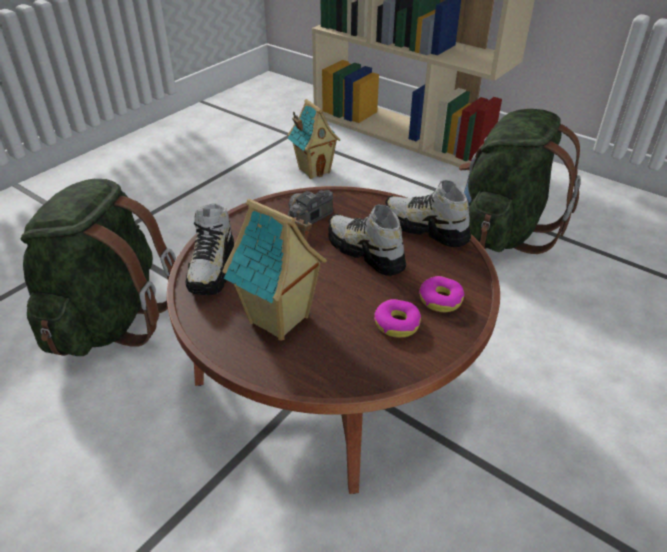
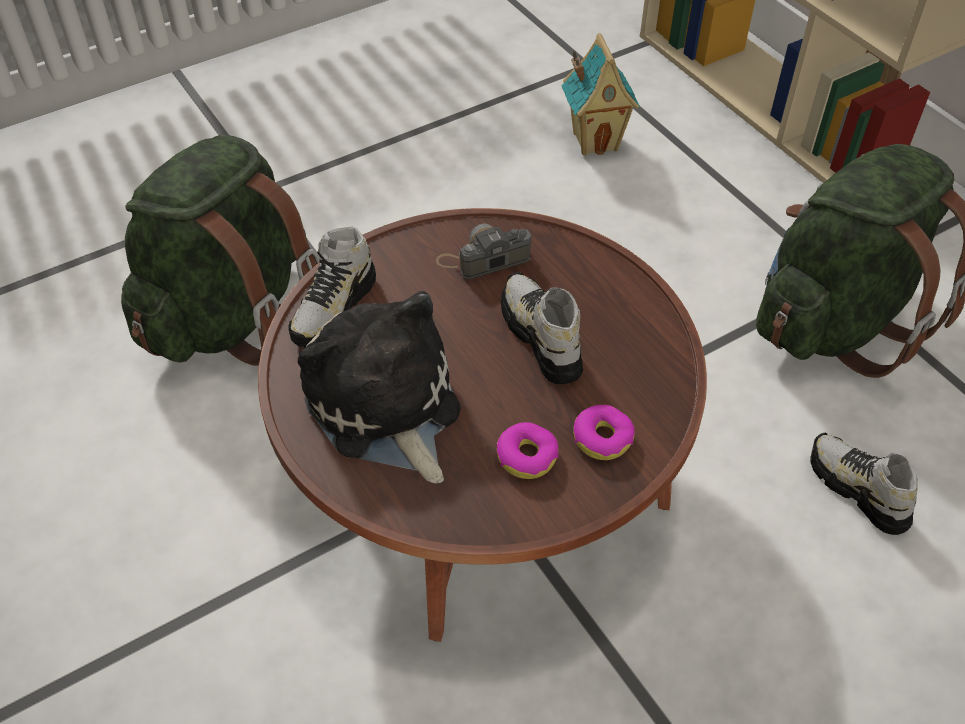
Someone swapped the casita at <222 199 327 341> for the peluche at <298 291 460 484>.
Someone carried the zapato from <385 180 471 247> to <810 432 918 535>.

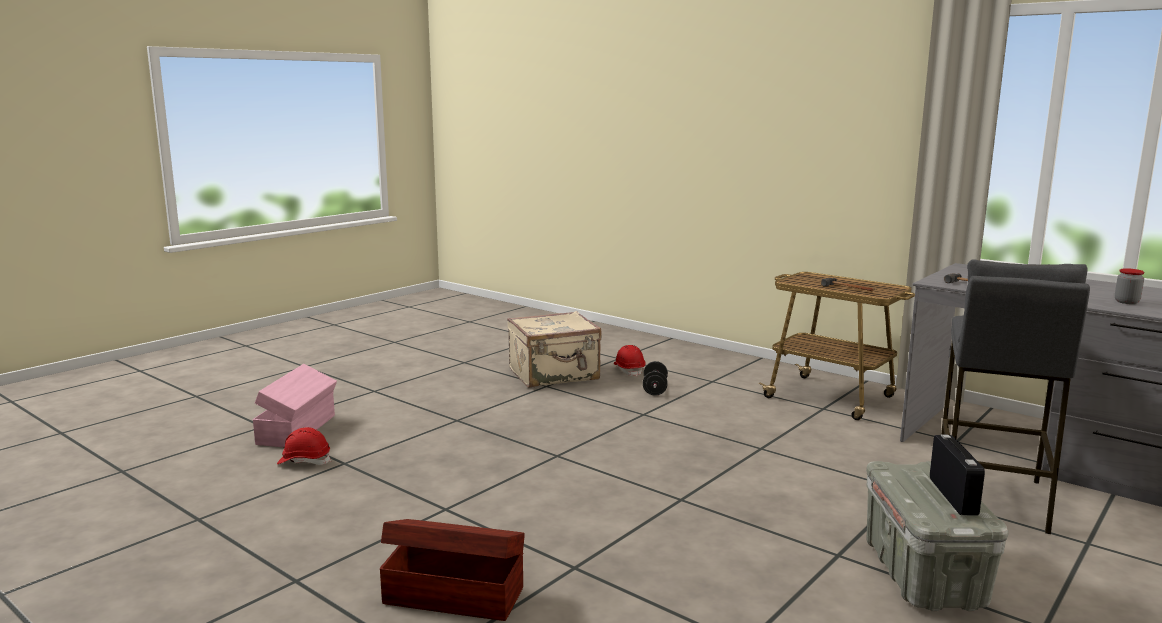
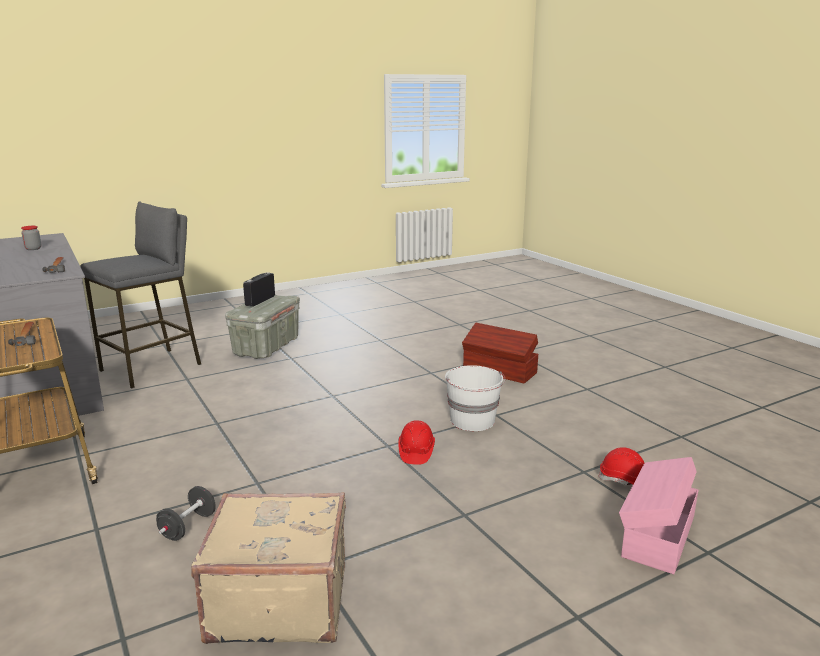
Someone carried the casco/rojo from <614 345 646 377> to <398 420 435 465>.
Someone put down the cubo/blanco at <445 365 505 431>.

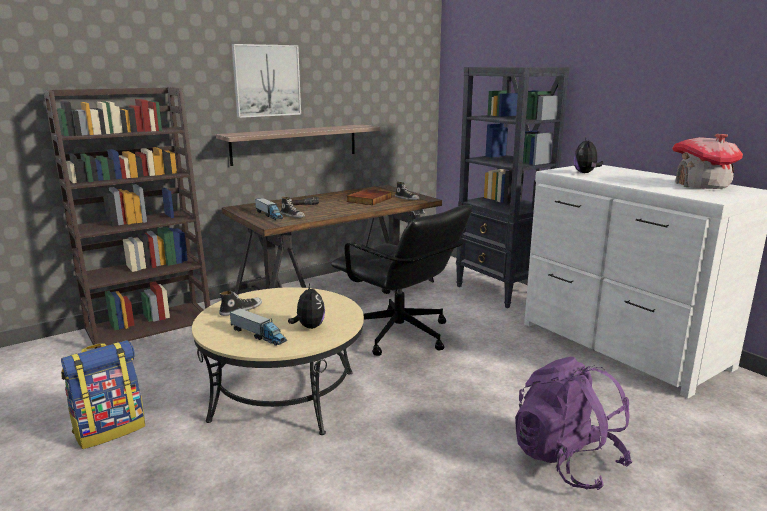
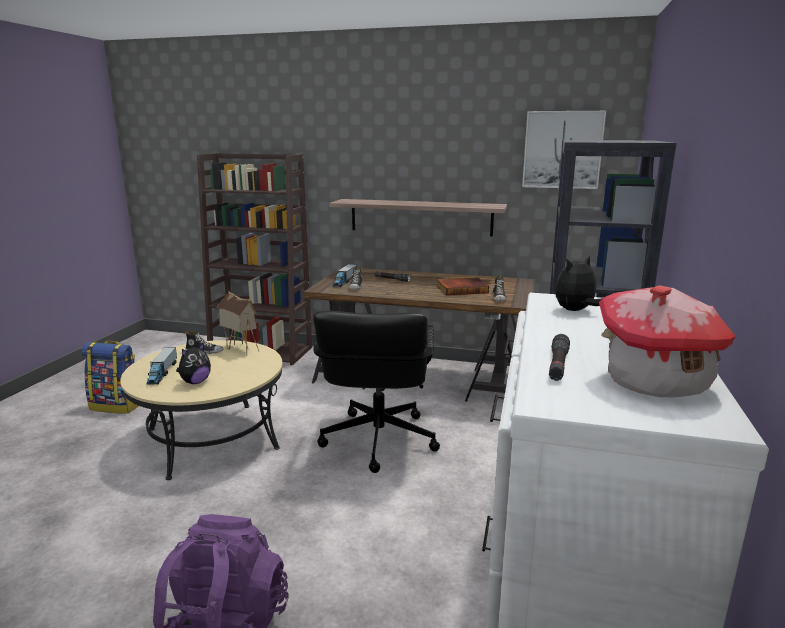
Someone put down the casita at <216 291 259 356>.
Someone carried the cuadro from <232 44 301 118> to <522 111 606 189>.
Someone put down the linterna/negro at <549 334 570 381>.

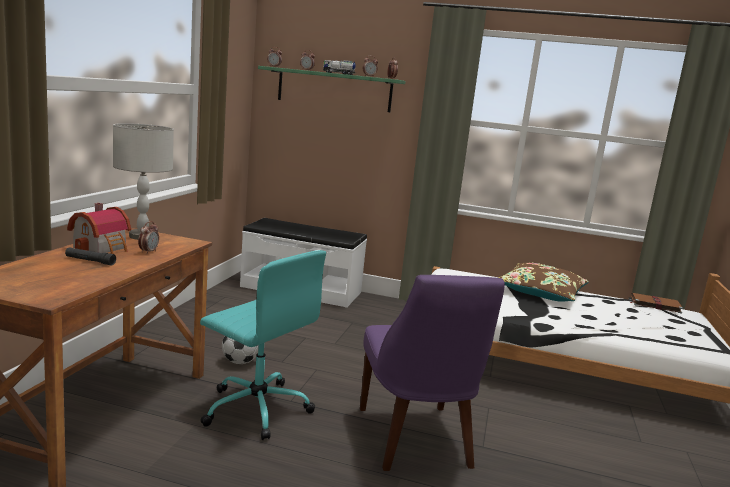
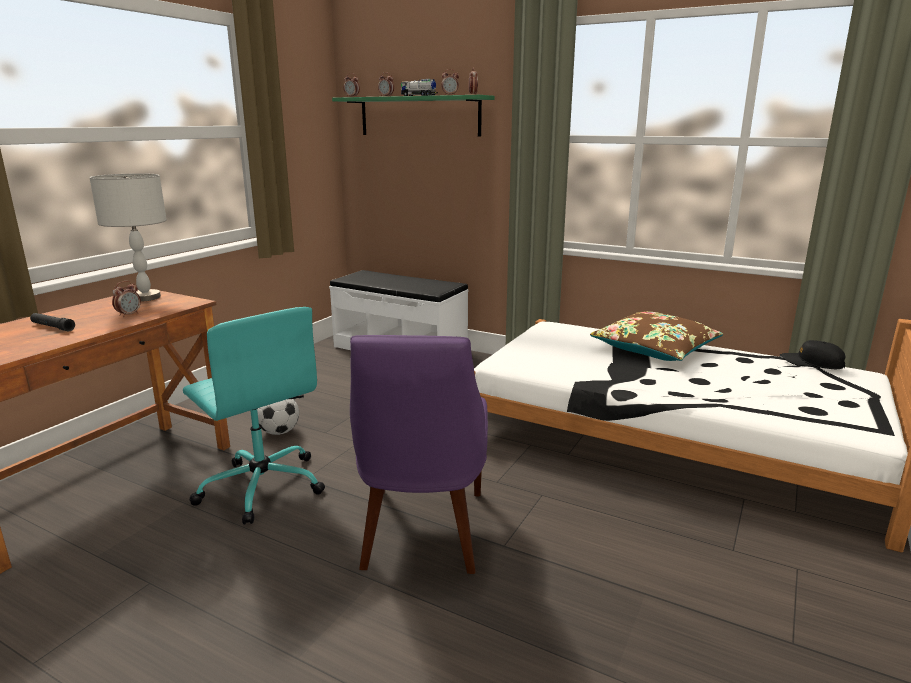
Someone swapped the libro/marrón at <630 293 683 314> for the gorra/negro at <782 340 845 369>.
Someone took away the casita at <67 203 131 254>.

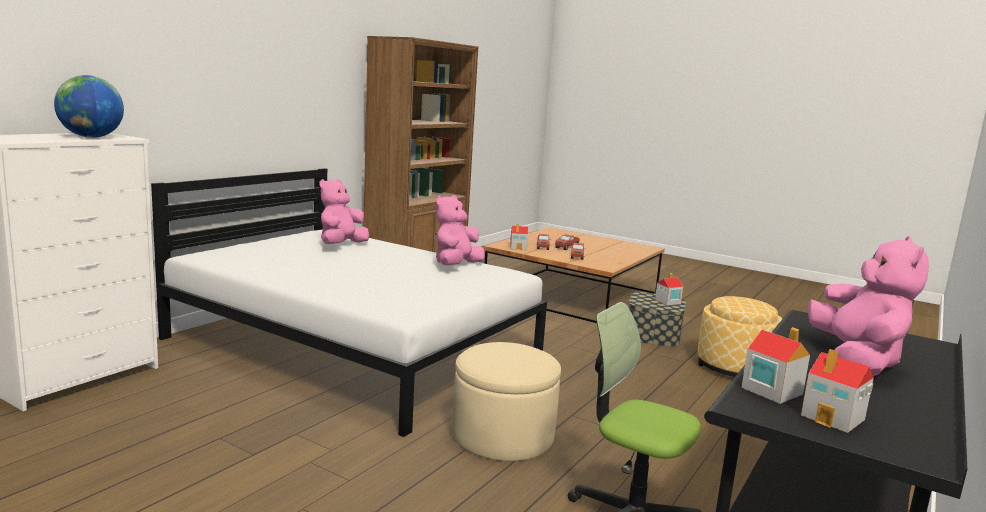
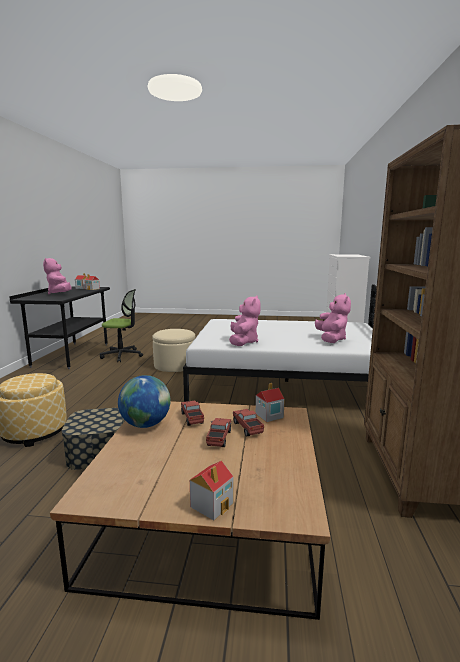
Someone carried the globo terráqueo from <54 75 124 138> to <118 375 171 428>.
Someone carried the casita from <655 273 683 305> to <190 460 234 520>.

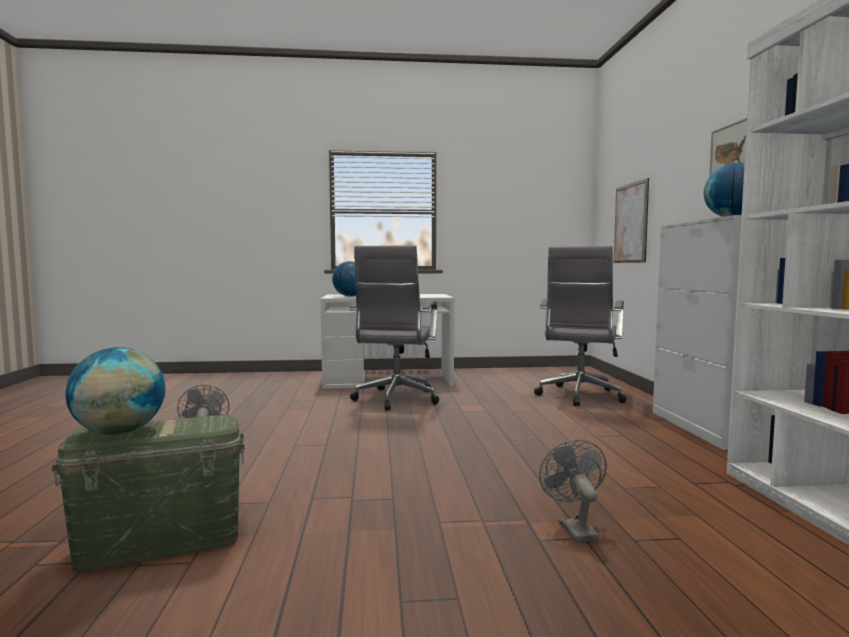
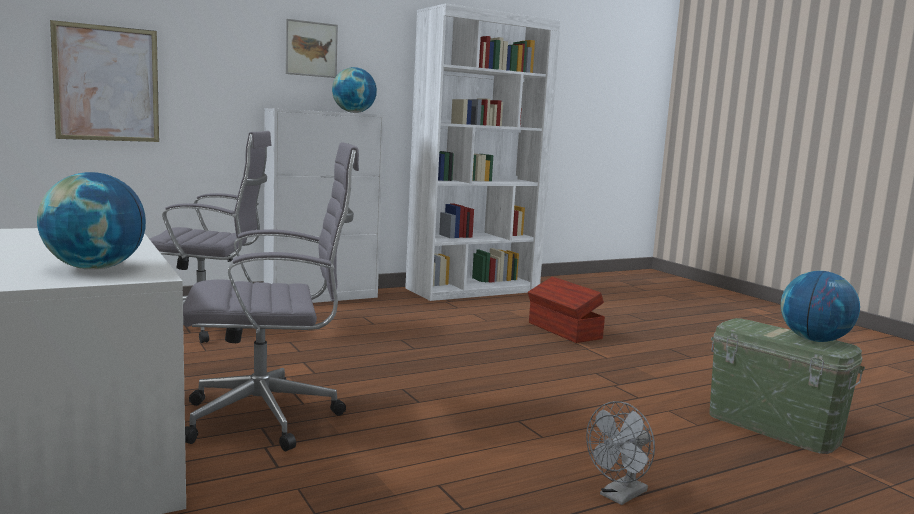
Someone swapped the ventilador/gris at <539 440 607 542> for the caja de almacenaje/marrón at <528 277 605 343>.

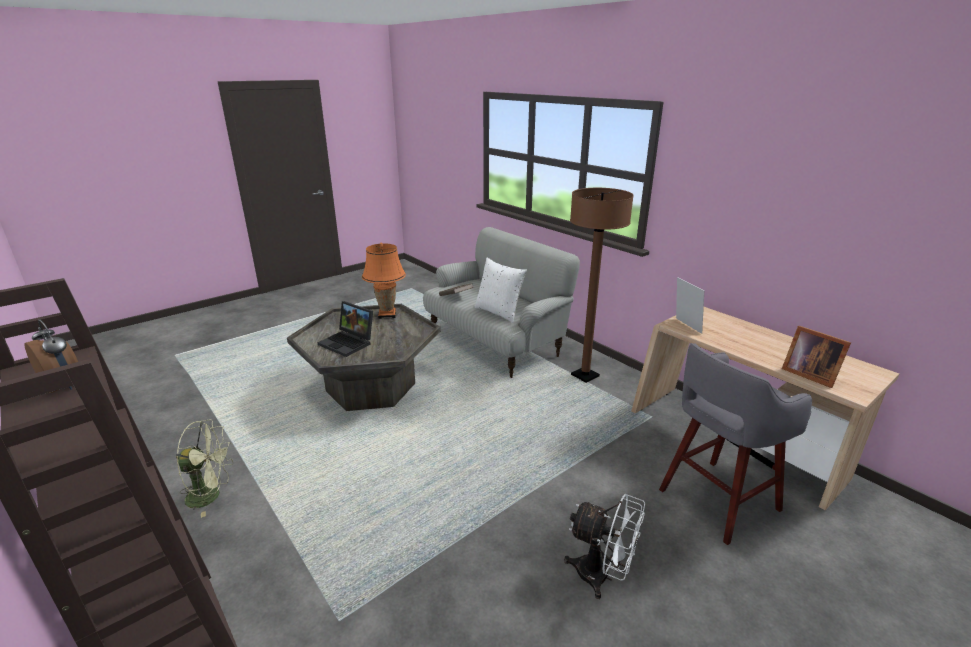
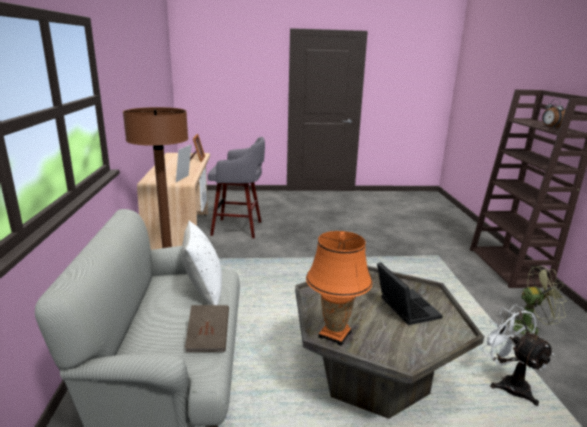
Someone carried the ventilador/blanco from <564 493 645 599> to <481 305 554 406>.
Someone rotated the ventilador/verde at <176 420 233 518> by 150 degrees clockwise.

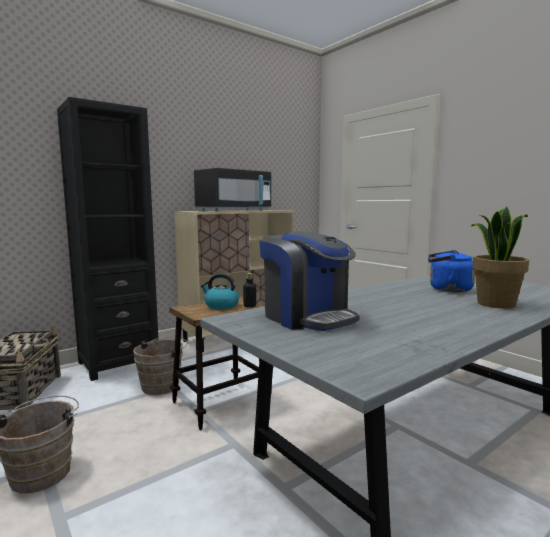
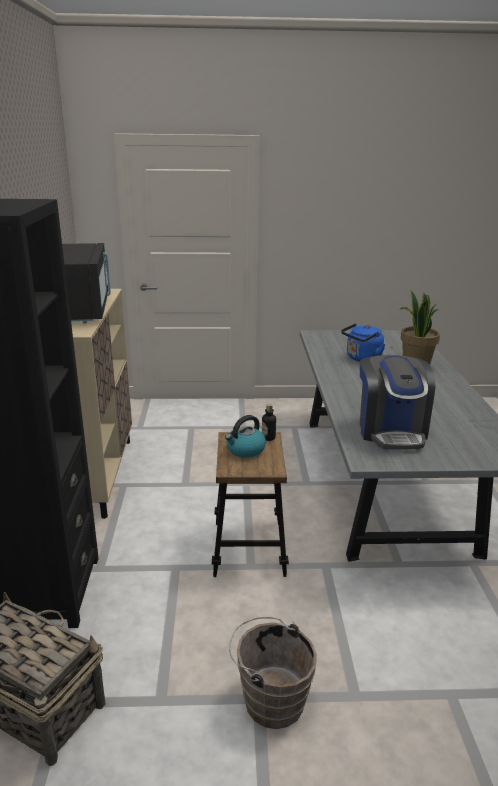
Someone rotated the cafetera at <259 231 360 331> by 90 degrees clockwise.
Someone took away the cubo/marrón at <133 337 187 395>.

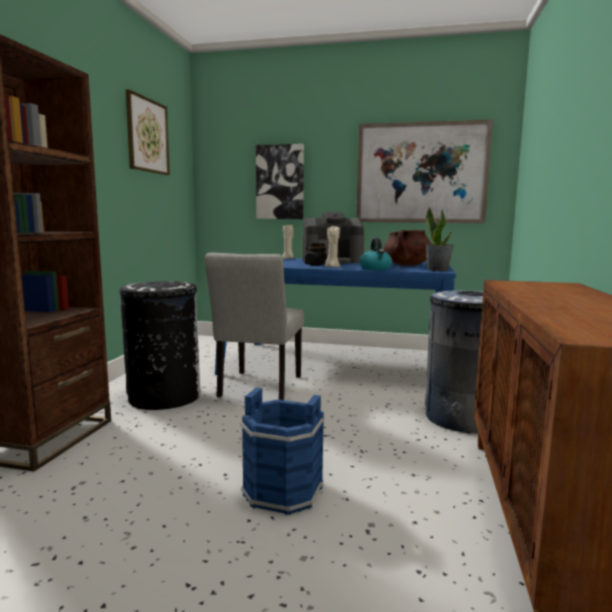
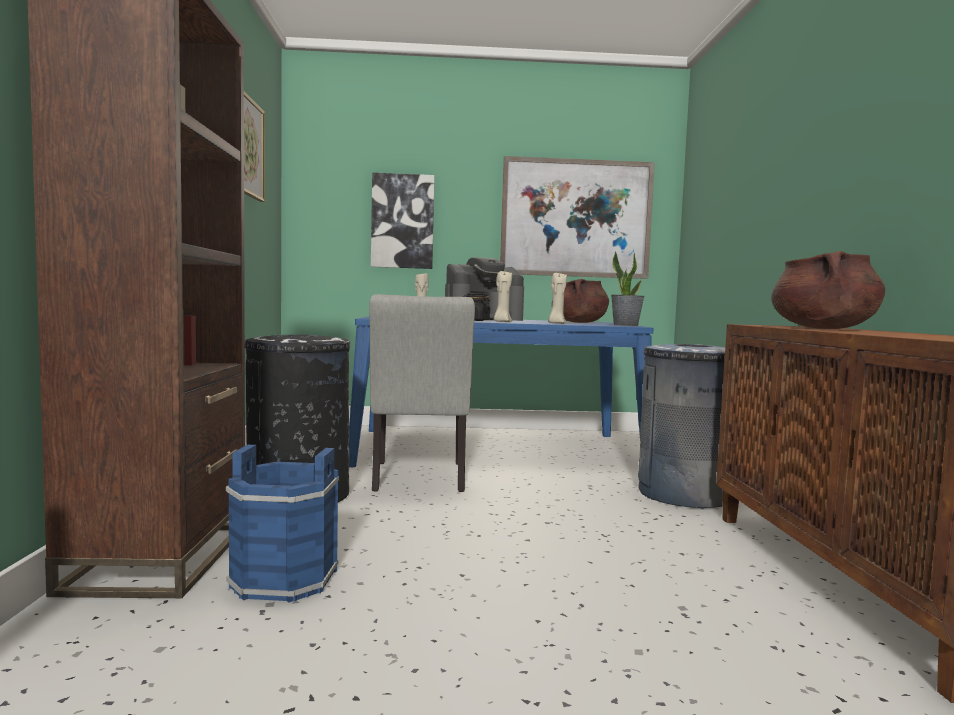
Someone carried the cubo/azul from <240 388 324 515> to <226 445 339 603>.
Someone swapped the hervidor at <359 238 392 270> for the vela/beis at <548 271 567 324>.
Someone put down the olla/marrón at <771 251 885 329>.

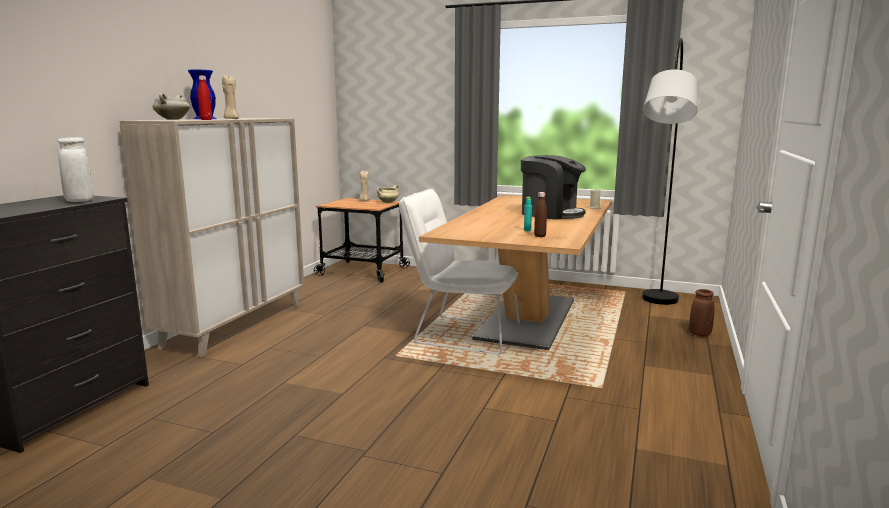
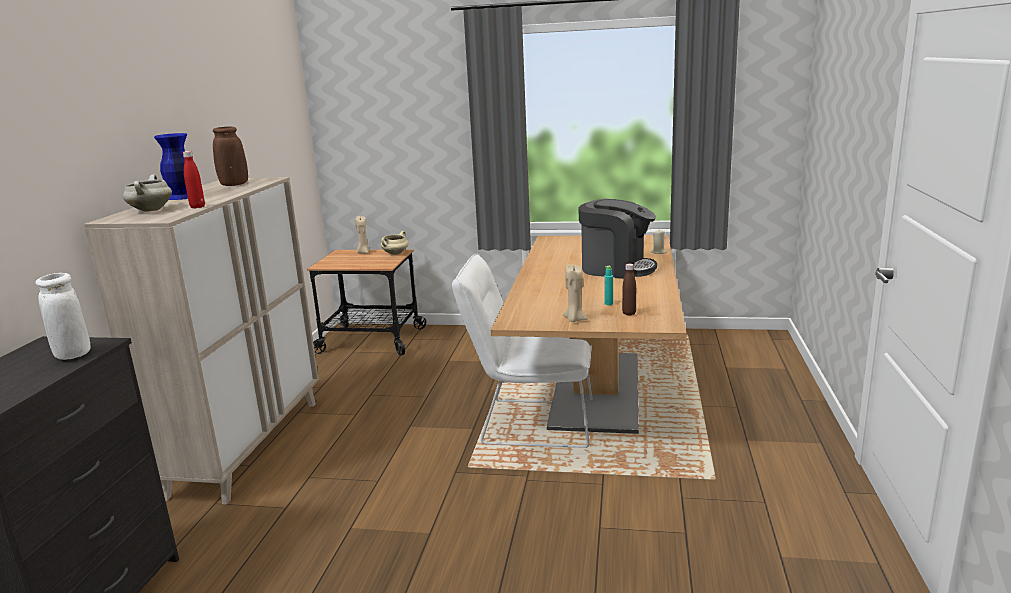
Someone carried the florero/marrón from <689 289 714 336> to <213 126 248 186>.
Someone carried the vela/beis from <222 75 239 119> to <563 264 588 322>.
Someone took away the lámpara de pie/gris at <642 38 697 305>.

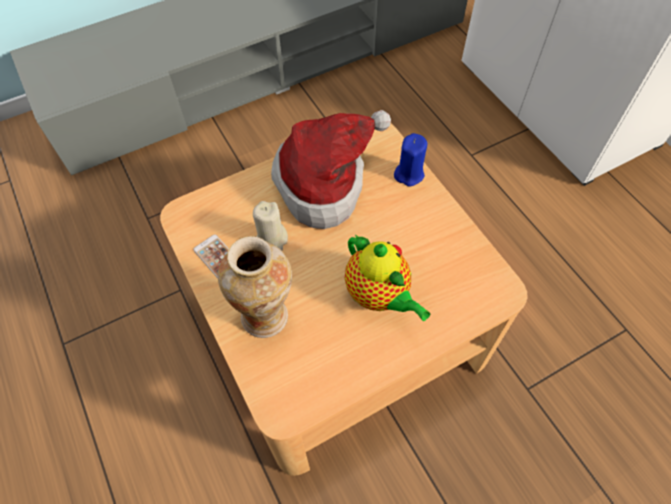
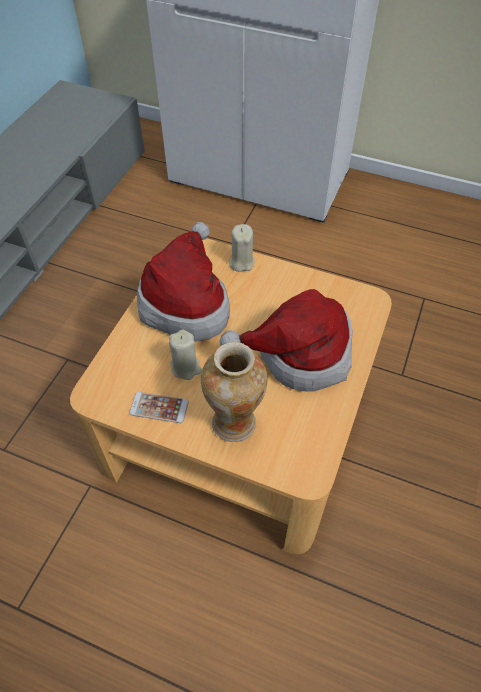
Someone swapped the tetera at <345 234 430 321> for the sombrero at <220 289 353 392>.
Someone repainted the vela/azul at <394 133 428 187>, which became the vela/beis at <229 224 255 272>.

